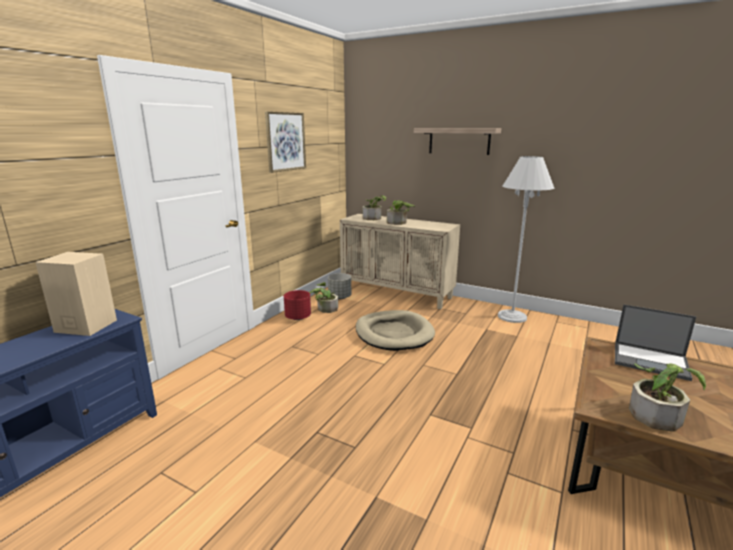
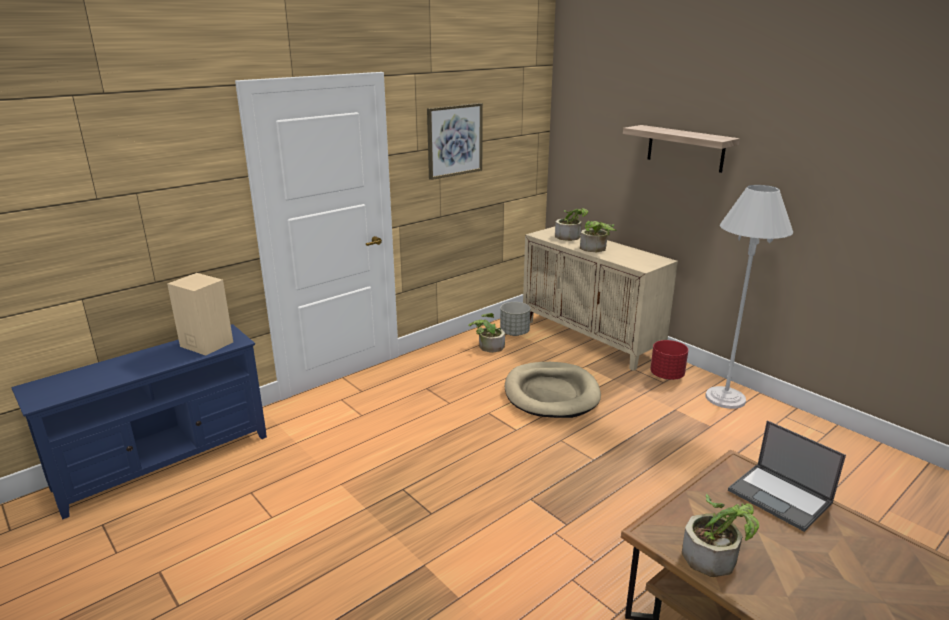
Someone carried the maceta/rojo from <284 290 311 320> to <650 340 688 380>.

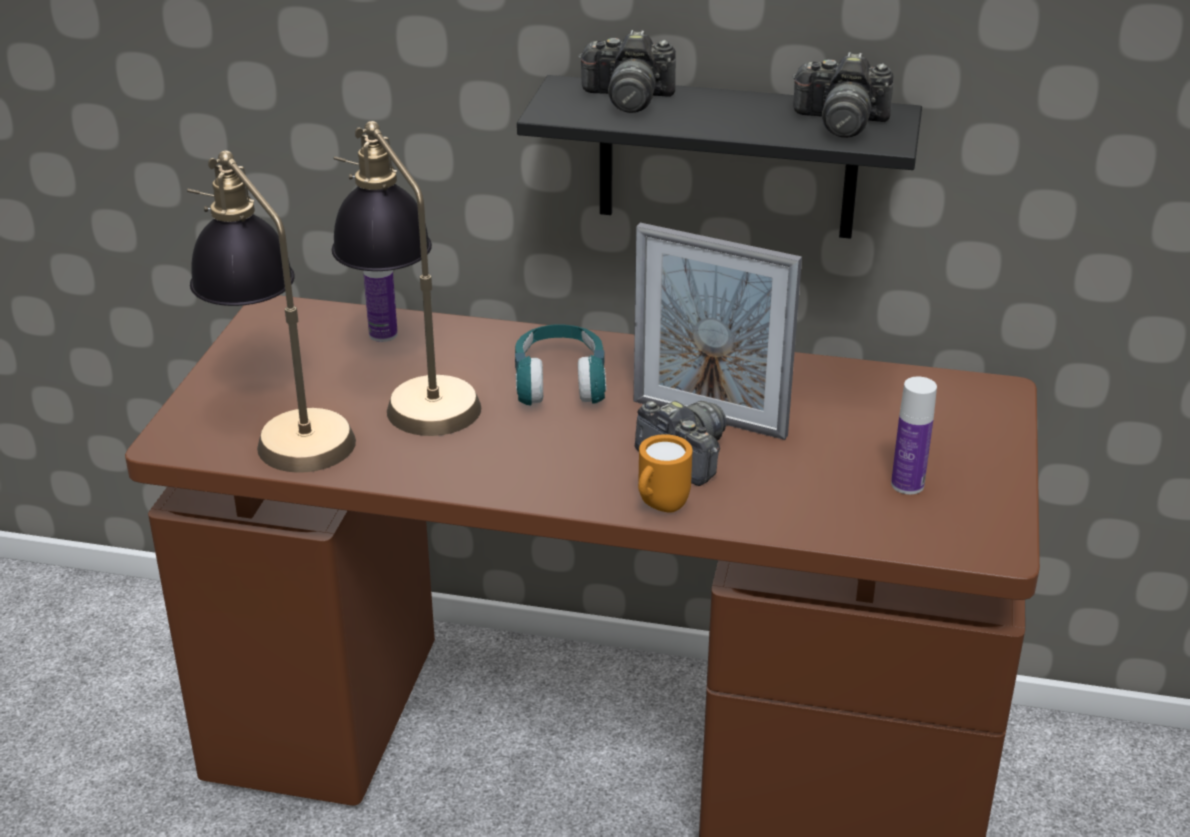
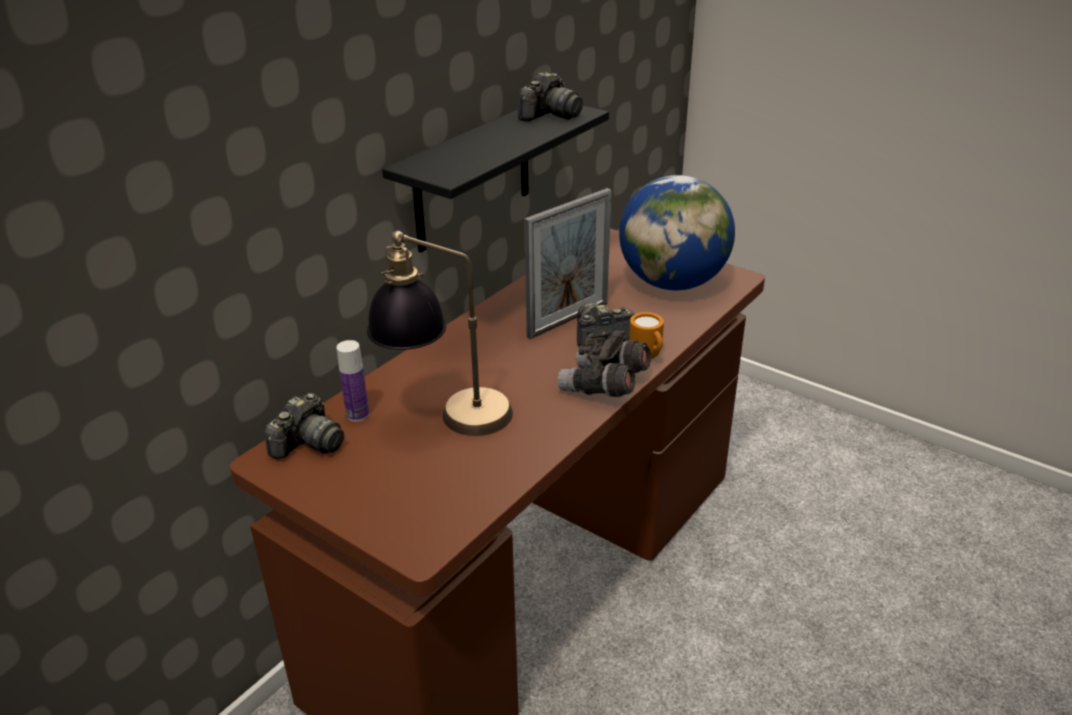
Someone carried the cámara from <578 30 676 113> to <264 393 344 459>.
Someone put down the prismáticos/gris at <558 327 651 397>.
Someone swapped the botella at <891 377 937 494> for the globo terráqueo at <619 175 735 290>.
Someone took away the lámpara de mesa at <187 150 356 473>.
Someone took away the auriculares/turquesa at <515 324 607 405>.

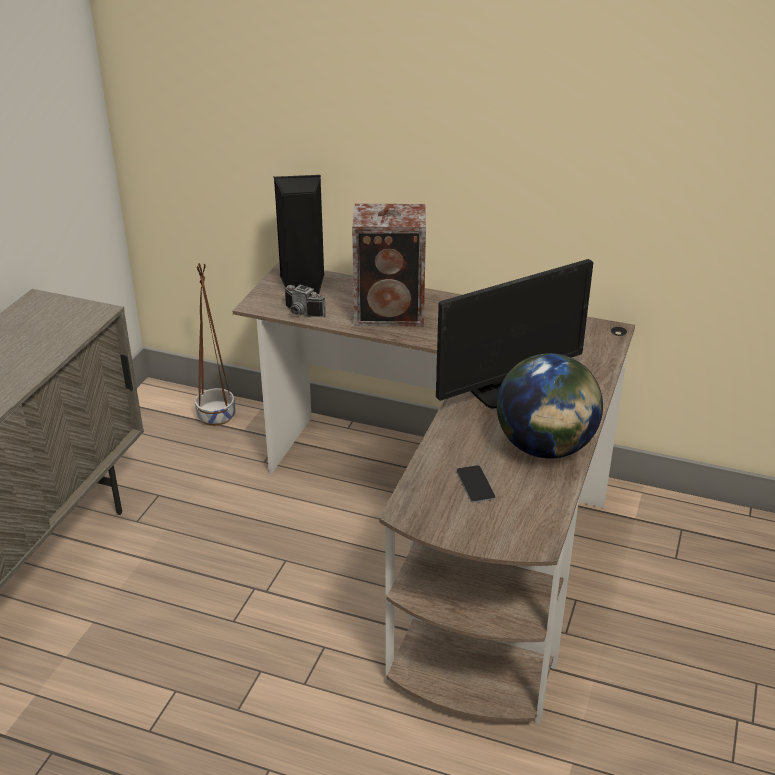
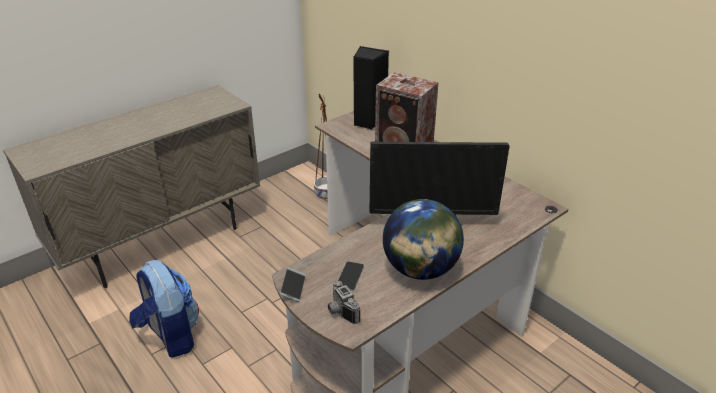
Someone put down the mochila at <129 260 199 358>.
Someone put down the móvil at <280 267 306 302>.
Someone carried the cámara from <285 285 326 317> to <328 281 361 324>.

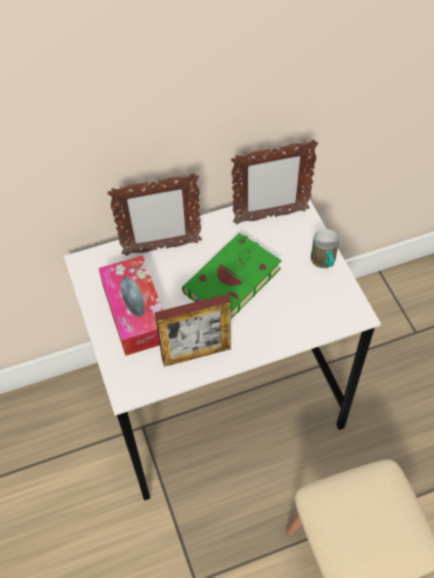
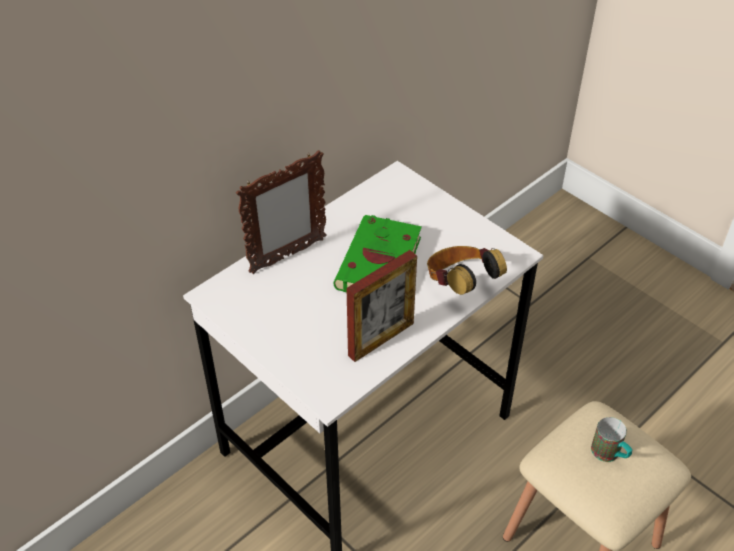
Someone put down the auriculares at <427 246 507 295>.
Someone carried the taza grande from <311 229 339 268> to <591 417 633 462>.
Someone took away the caja de pañuelos at <98 255 163 356>.
Someone took away the portarretratos at <231 139 318 224>.

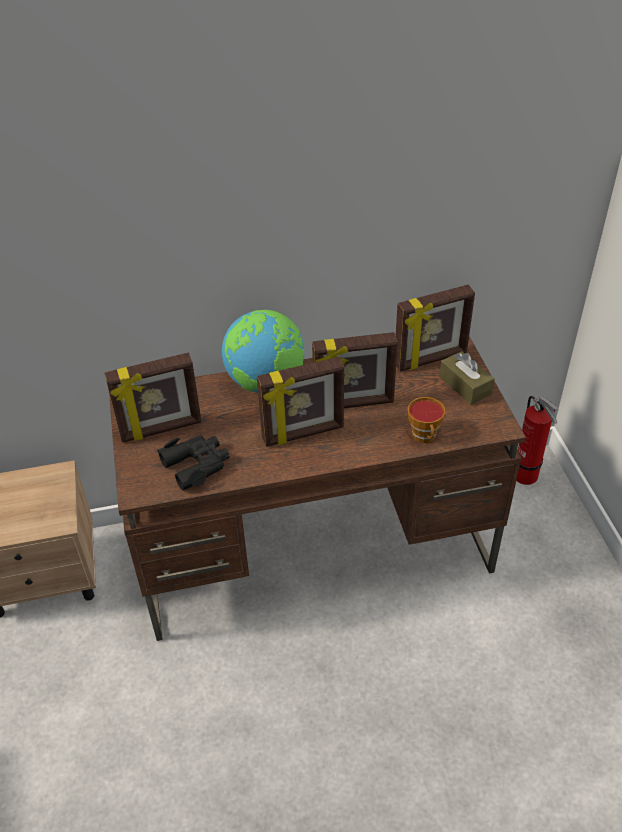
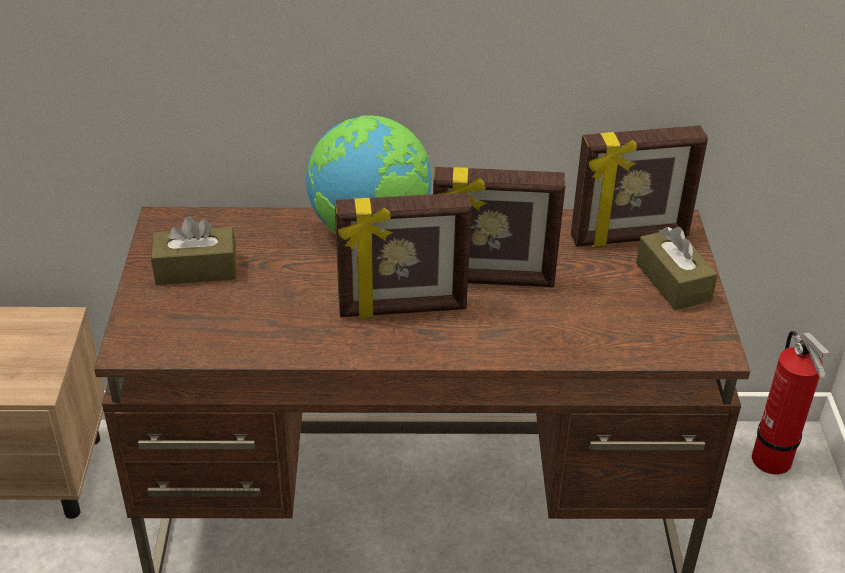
Someone swapped the portarretratos at <104 353 202 443> for the caja de pañuelos/marrón at <151 216 236 285>.
Someone took away the prismáticos/negro at <157 435 230 491>.
Someone took away the taza at <408 397 445 443>.

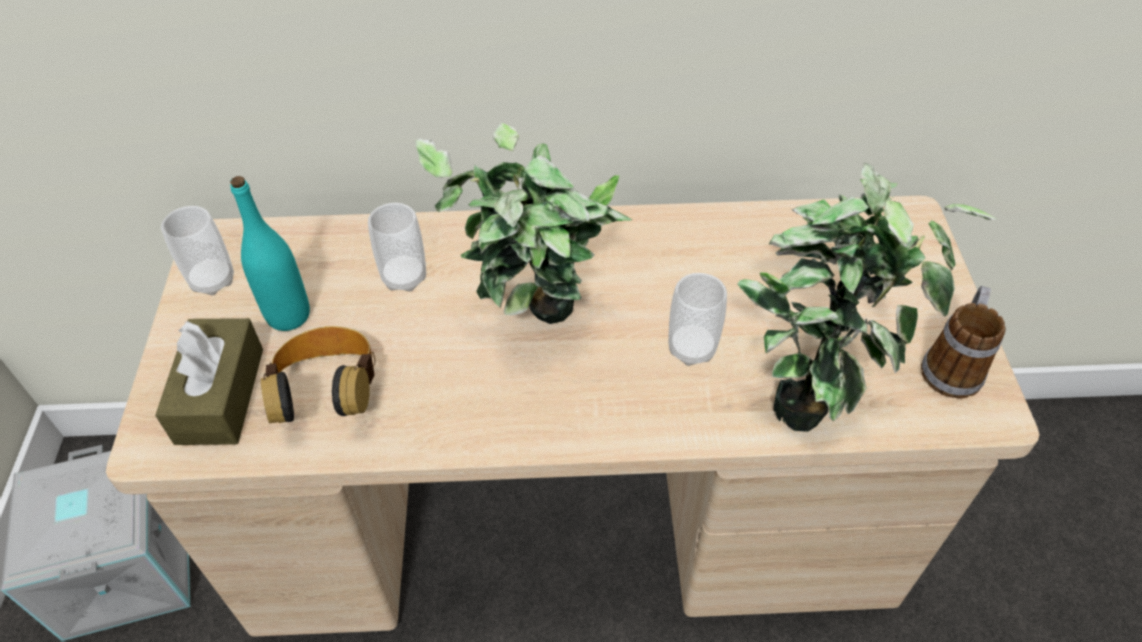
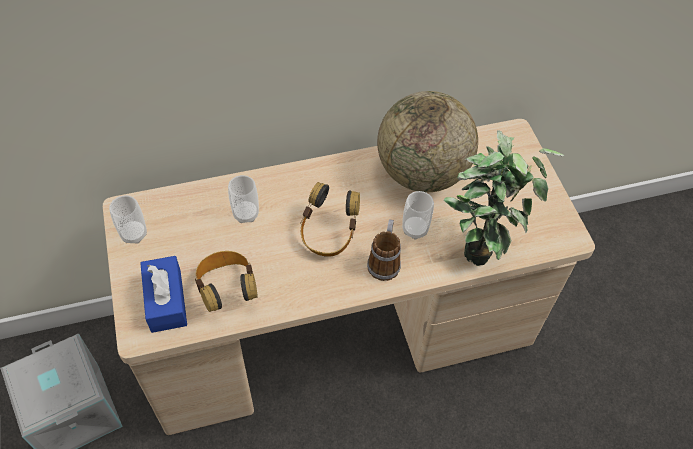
Someone repainted the caja de pañuelos/marrón at <155 318 263 445>, which became the caja de pañuelos/azul at <140 256 187 333>.
Someone swapped the planta en maceta at <415 123 632 324> for the auriculares at <300 182 360 257>.
Someone carried the taza grande from <921 286 1006 399> to <367 219 401 281>.
Someone put down the globo terráqueo at <377 91 478 192>.
Someone took away the botella/turquesa at <230 176 310 331>.

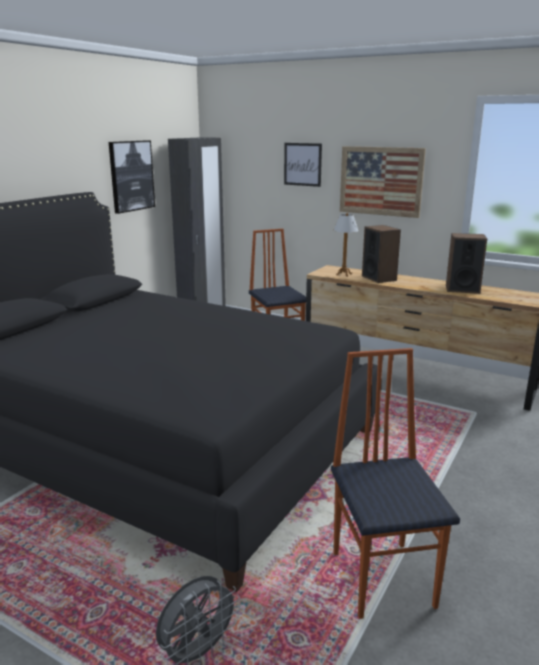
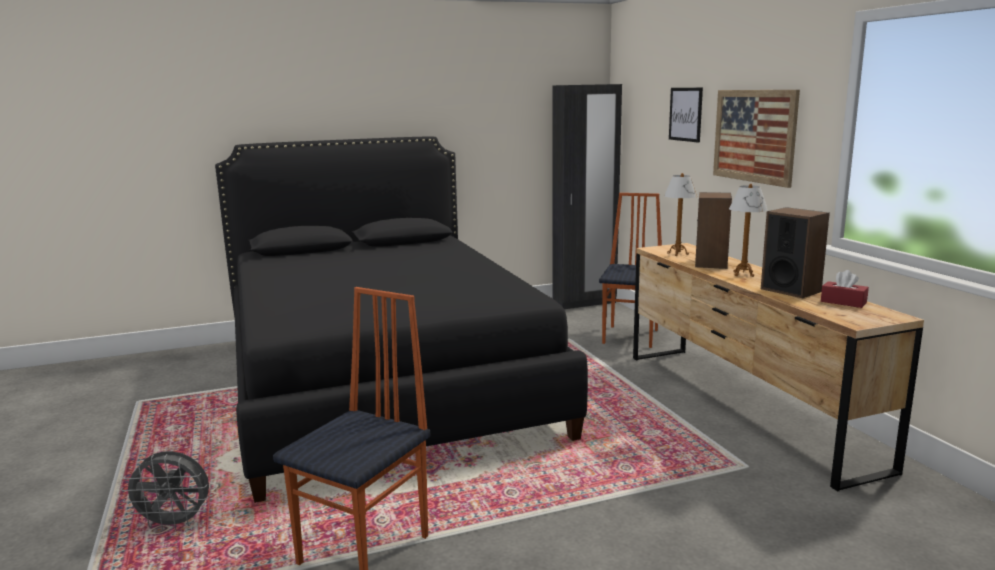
Someone put down the lámpara de mesa at <729 184 768 277>.
Someone put down the caja de pañuelos/rojo at <821 270 869 308>.
Someone took away the cuadro at <109 140 155 214>.

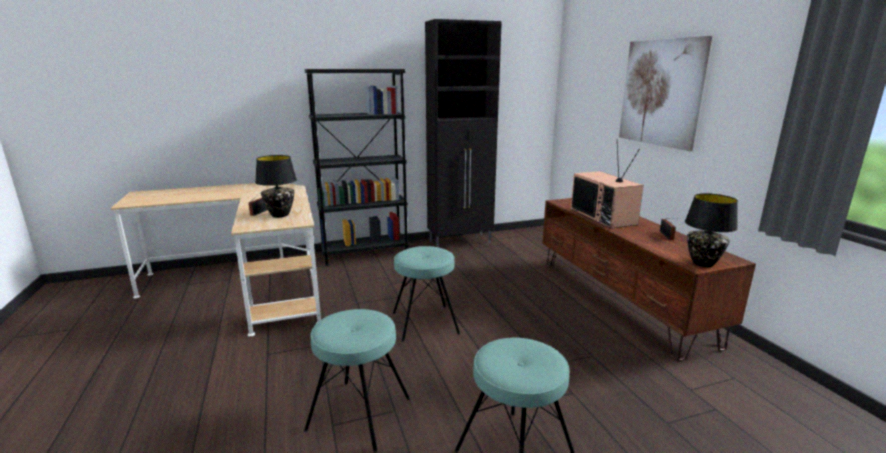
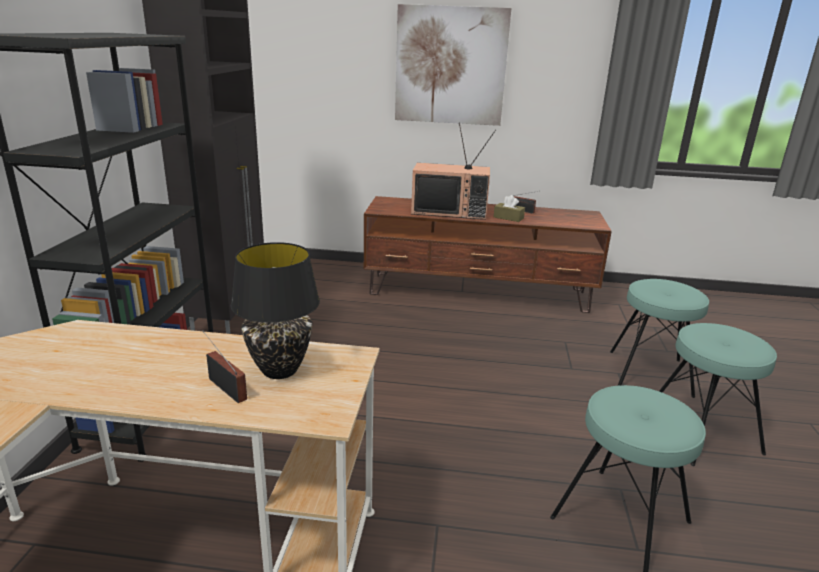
Someone put down the caja de pañuelos/marrón at <494 195 525 222>.
Someone carried the taburete/turquesa from <393 246 460 342> to <610 279 709 398>.
Someone took away the lámpara de mesa/negro at <685 193 738 267>.

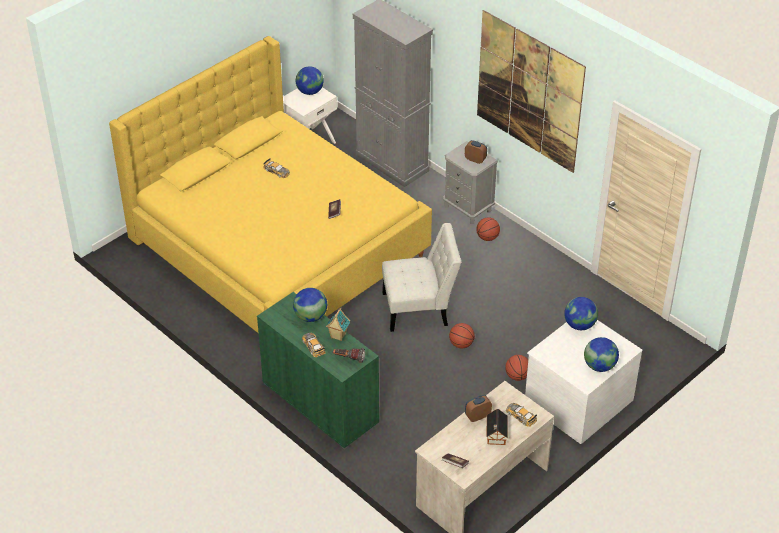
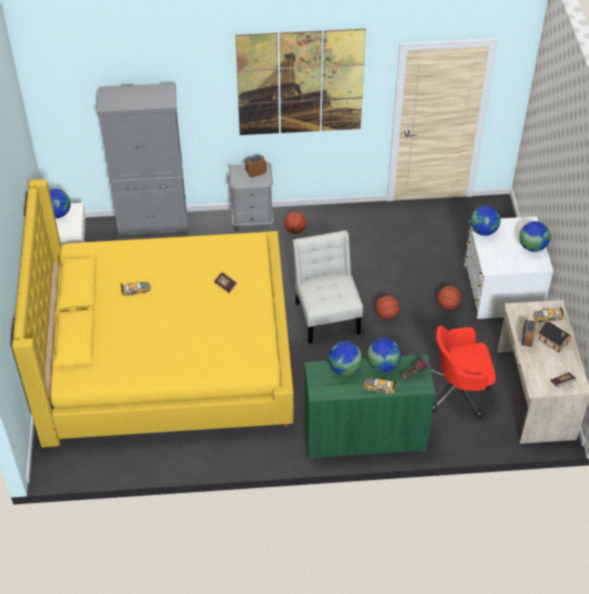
Someone rotated the silla/blanco at <382 223 461 332> by 45 degrees counterclockwise.
Someone swapped the casita at <326 308 350 341> for the globo terráqueo at <367 338 401 372>.
Someone put down the silla de oficina/rojo at <431 325 496 419>.

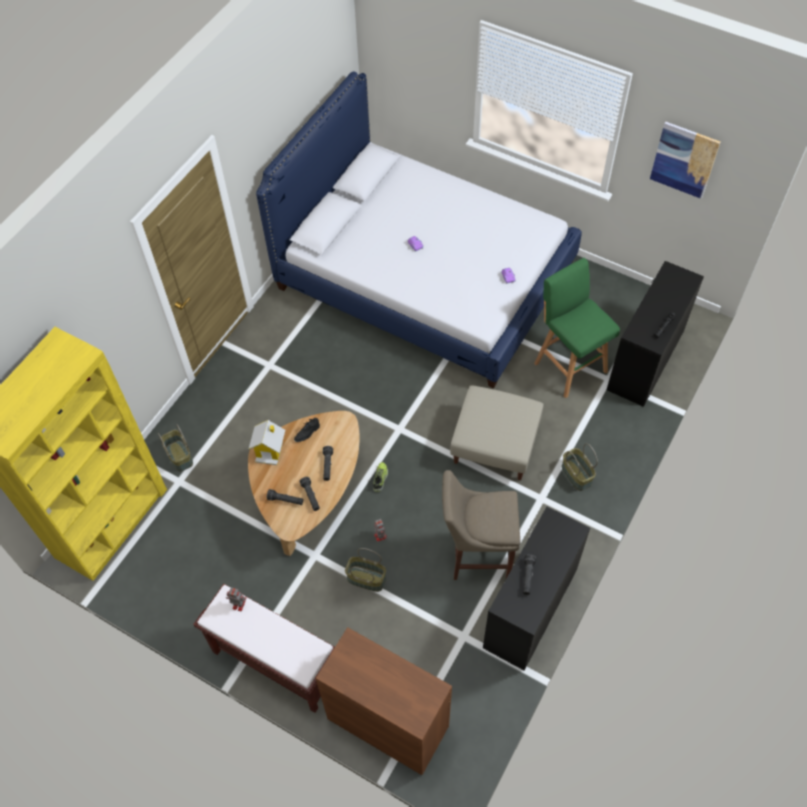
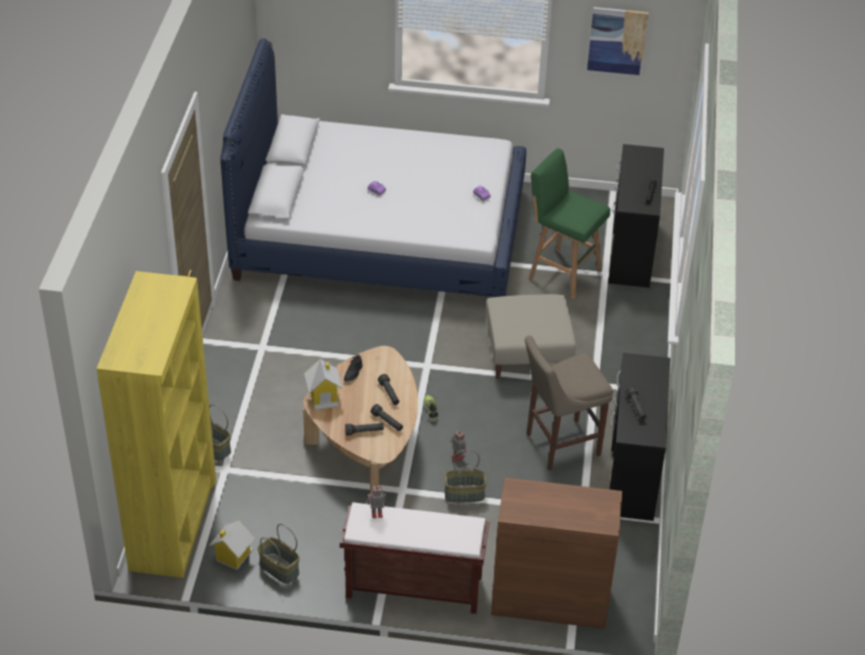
Someone put down the casita at <209 520 255 570>.
Someone carried the cesta from <561 443 598 491> to <258 524 300 584>.

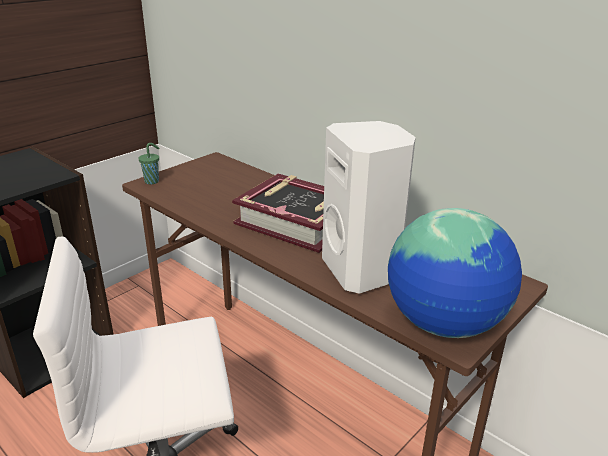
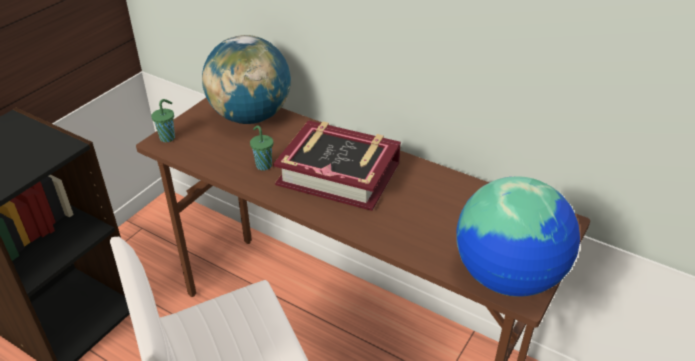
Someone put down the globo terráqueo at <202 35 291 124>.
Someone put down the taza/verde at <250 125 273 171>.
Someone took away the altavoz/blanco at <322 121 416 294>.

